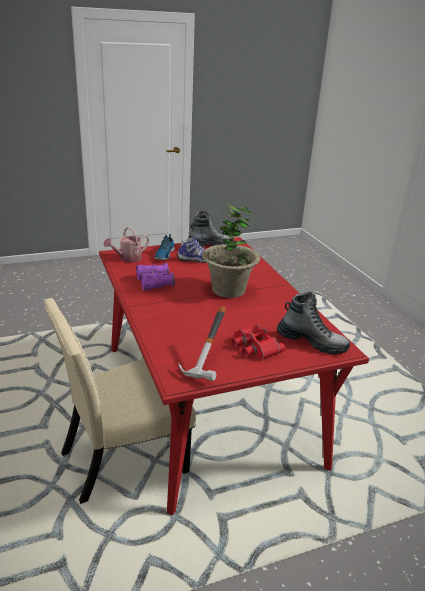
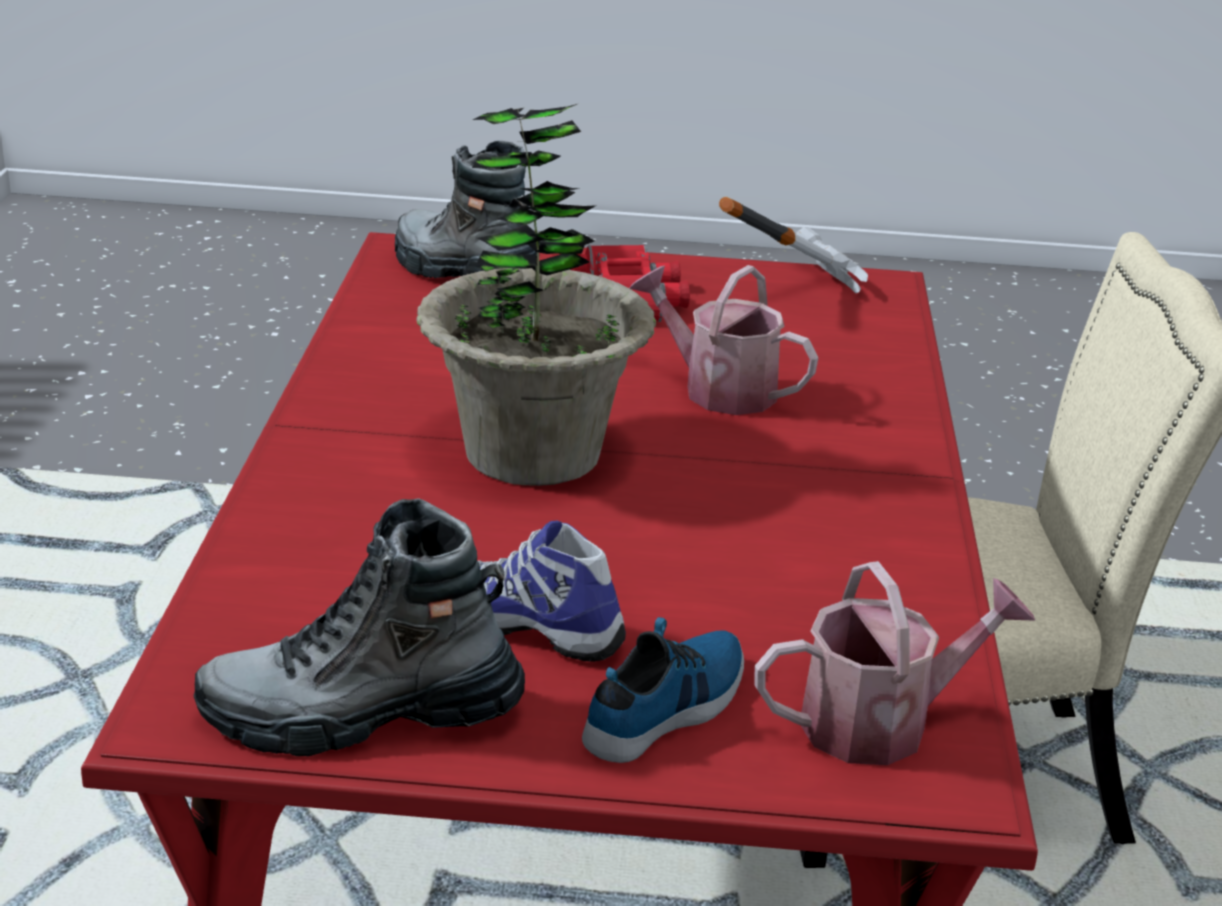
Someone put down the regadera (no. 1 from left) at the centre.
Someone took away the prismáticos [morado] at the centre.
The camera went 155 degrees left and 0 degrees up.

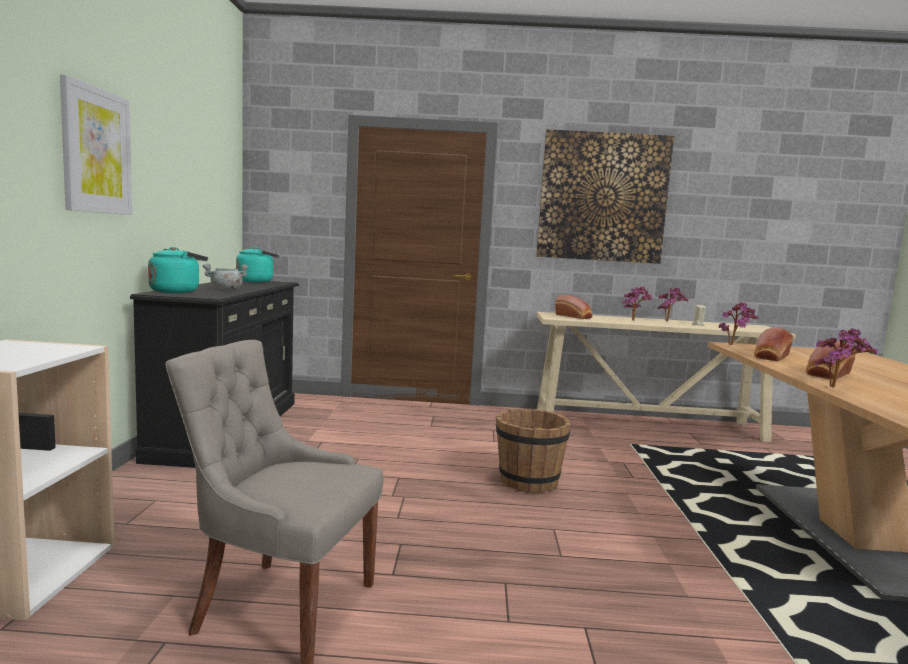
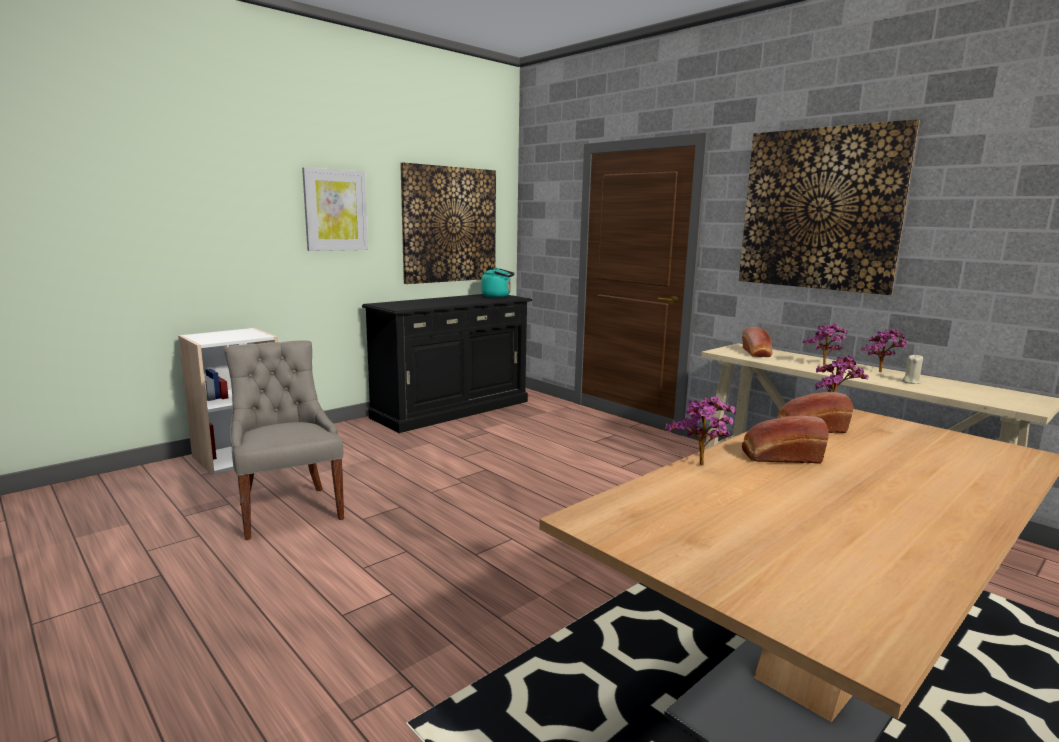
Someone put up the cuadro (no. 2 from left) at the top centre.
Someone took away the hervidor [turquesa] (no. 1 from left) at the middle left.
Someone took away the olla [gris] at the middle left.
Someone took away the cubo [marrón] at the bottom centre.
The camera went 45 degrees right and 5 degrees up.

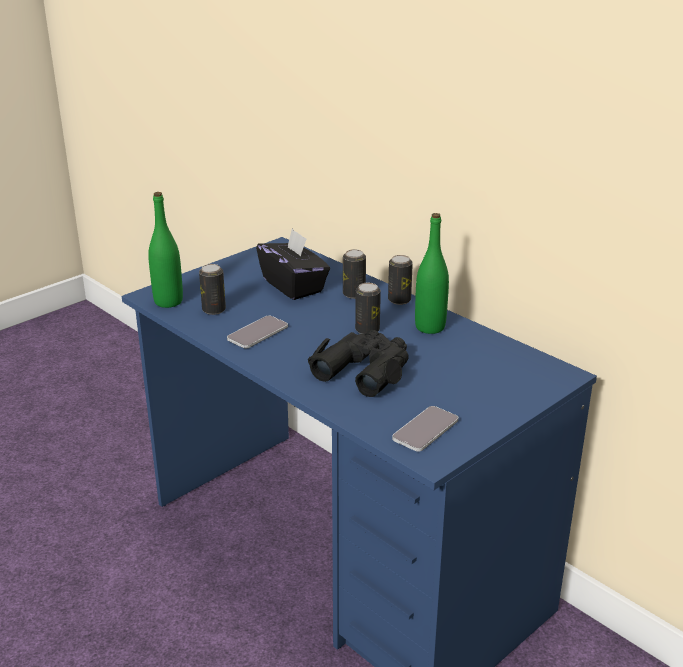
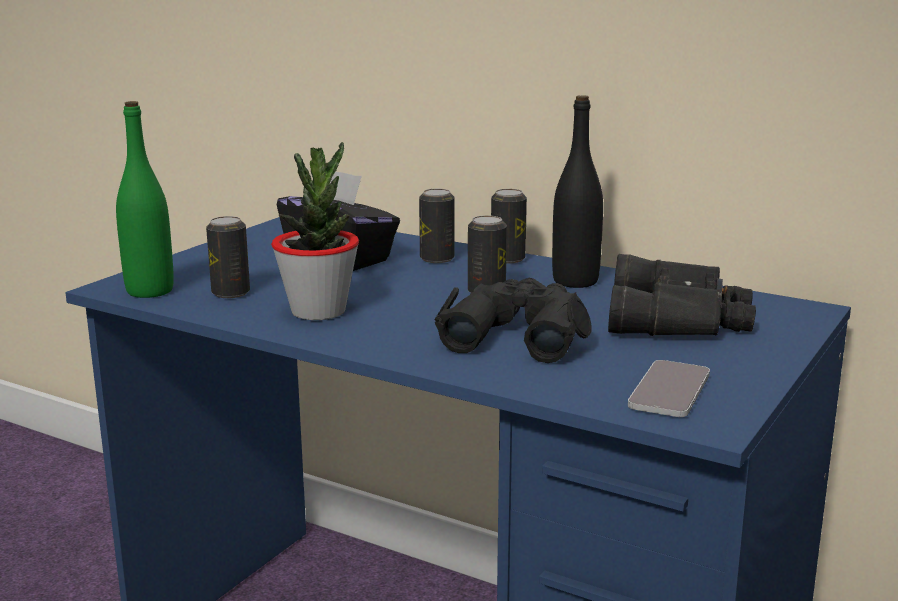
Someone swapped the móvil (no. 1 from left) at the centre for the planta en maceta at the centre.
Someone repainted the botella [verde] (no. 2 from left) at the centre, which became the botella [negro] at the top centre.
Someone put down the prismáticos [negro] (no. 2 from left) at the middle right.
The camera went 15 degrees left and 10 degrees down.

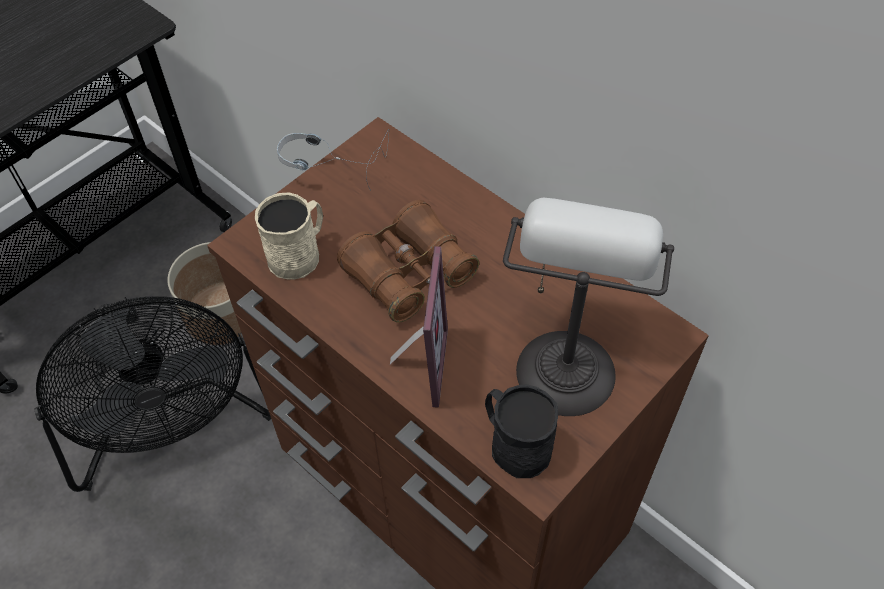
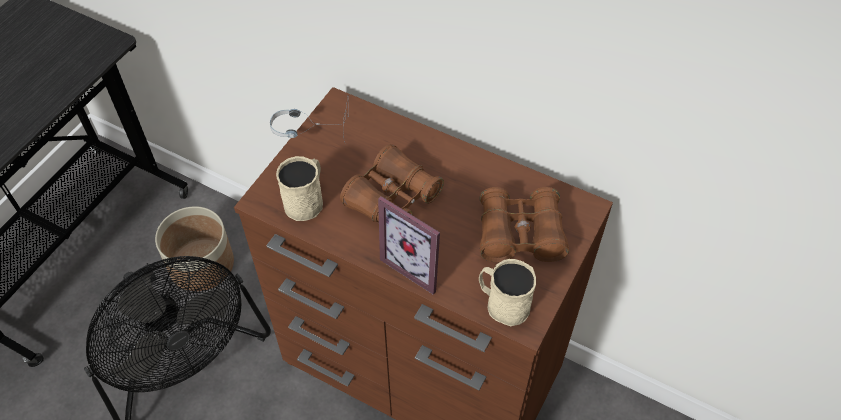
Someone rotated the portarretratos at the centre by 135 degrees clockwise.
Someone swapped the lámpara de mesa at the centre for the prismáticos [marrón] (no. 2 from left) at the centre.
Someone repainted the taza grande [negro] at the bottom centre, which became the taza grande [beis] (no. 2 from left) at the bottom centre.
The camera went 15 degrees left and 0 degrees up.

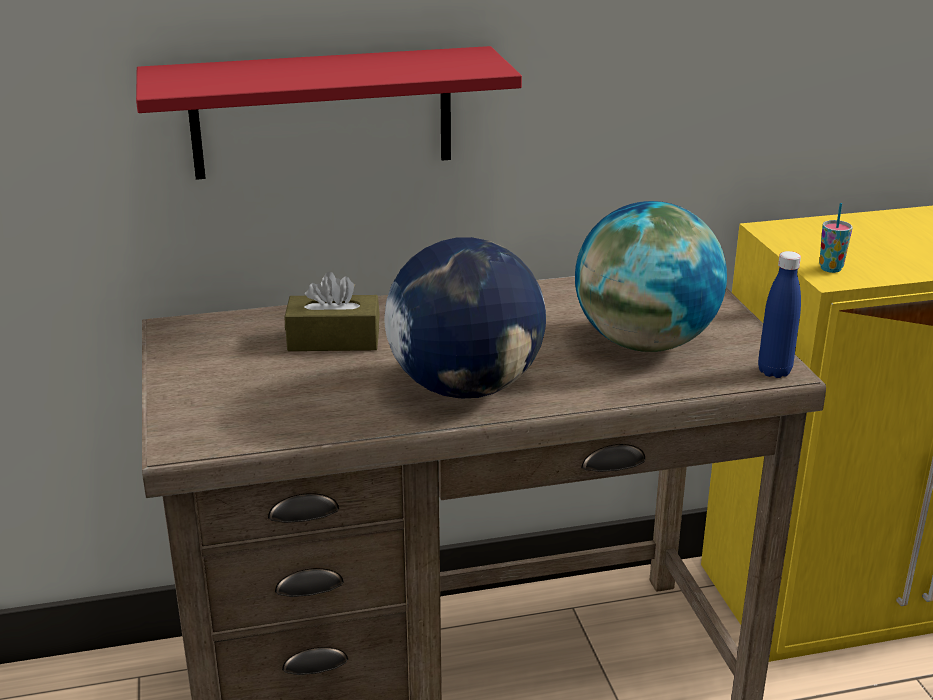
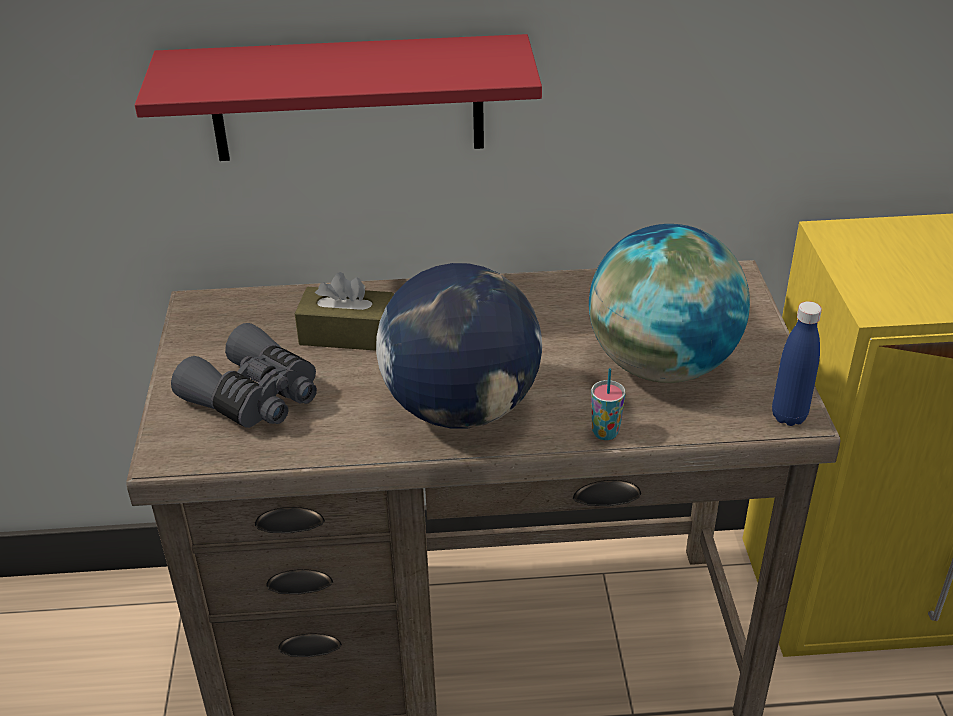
Someone put down the prismáticos [gris] at the middle left.
Someone carried the taza from the middle right to the centre.
The camera went 10 degrees right and 10 degrees up.

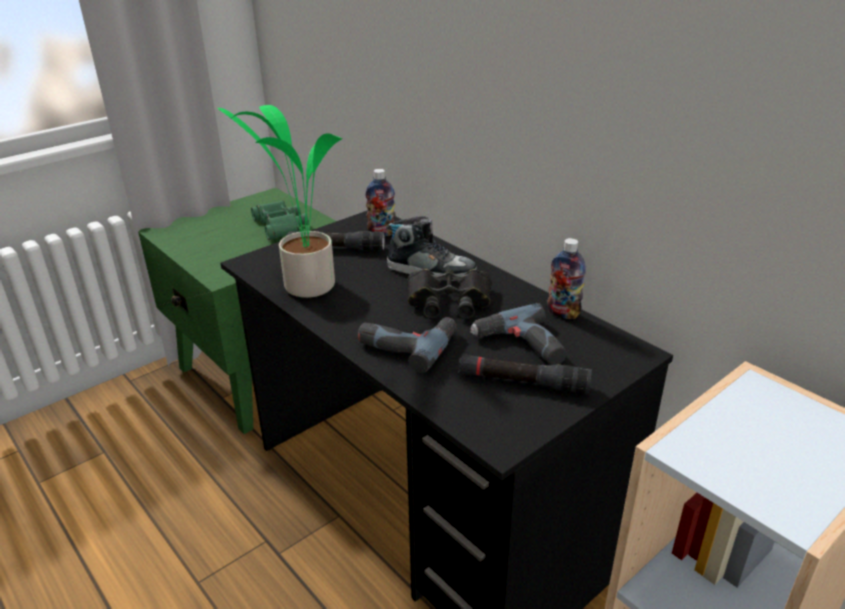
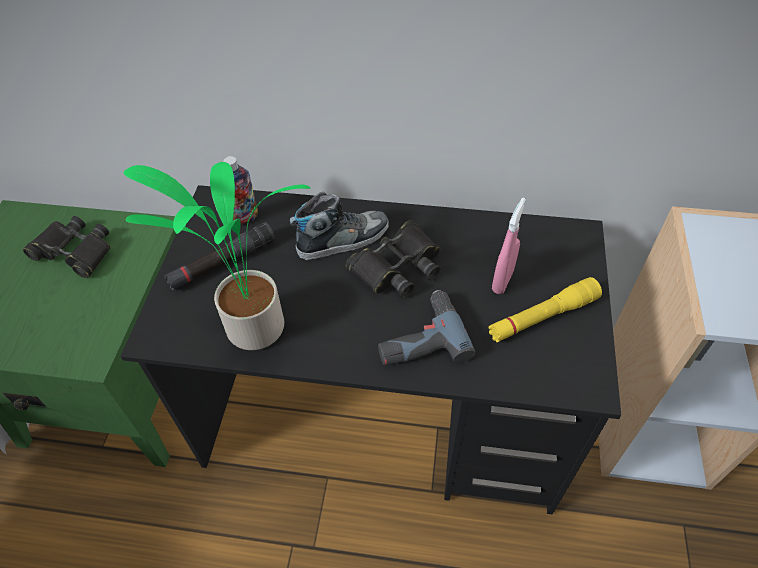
Someone repainted the prismáticos [verde] at the middle left, which became the prismáticos [negro] (no. 1 from left) at the middle left.
Someone repainted the linterna [negro] (no. 2 from left) at the centre, which became the linterna [amarillo] at the middle right.
Someone swapped the taladro (no. 2 from left) at the centre for the pulverizador [rosa] at the middle right.
Someone took away the botella (no. 2 from left) at the middle right.
The camera went 40 degrees left and 20 degrees up.

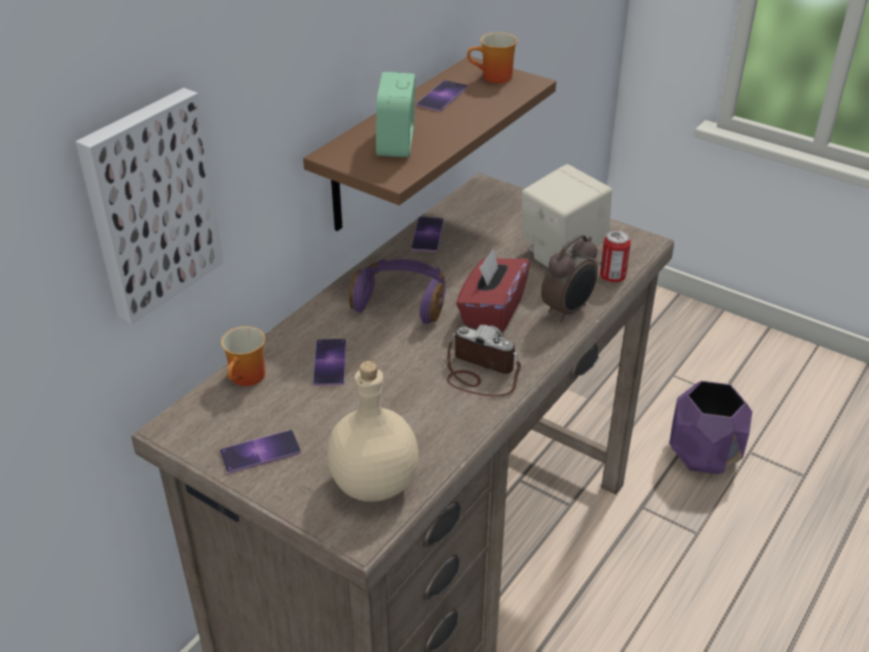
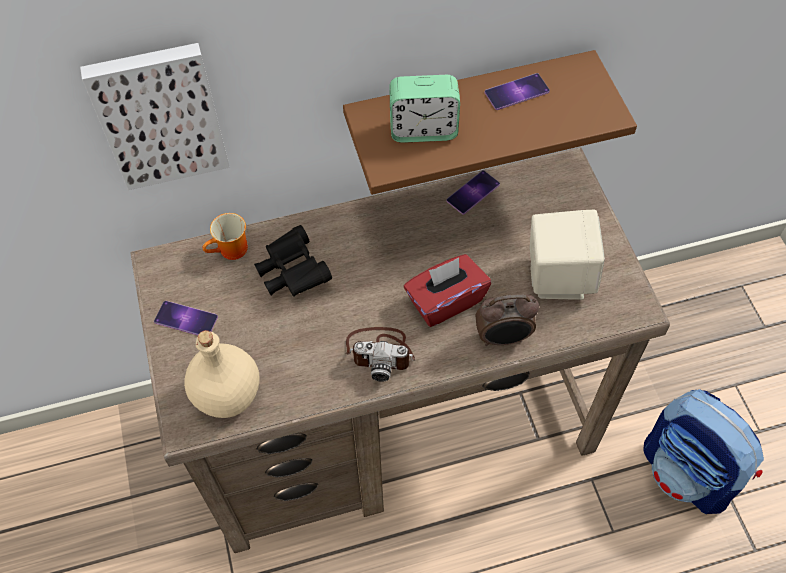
Someone swapped the móvil (no. 2 from left) at the centre for the prismáticos [negro] at the centre.
Someone rotated the cámara at the centre by 120 degrees clockwise.
Someone rotated the despertador (no. 1 from left) at the top centre by 135 degrees counterclockwise.
Someone swapped the maceta [morado] at the middle right for the mochila at the bottom right.
Someone took away the auriculares [morado] at the centre.
Someone took away the taza grande (no. 2 from left) at the top centre.
Someone took away the lata at the middle right.
The camera went 40 degrees right and 20 degrees up.

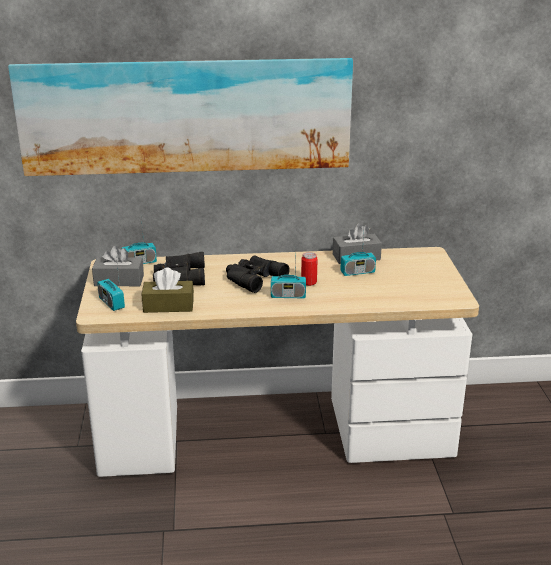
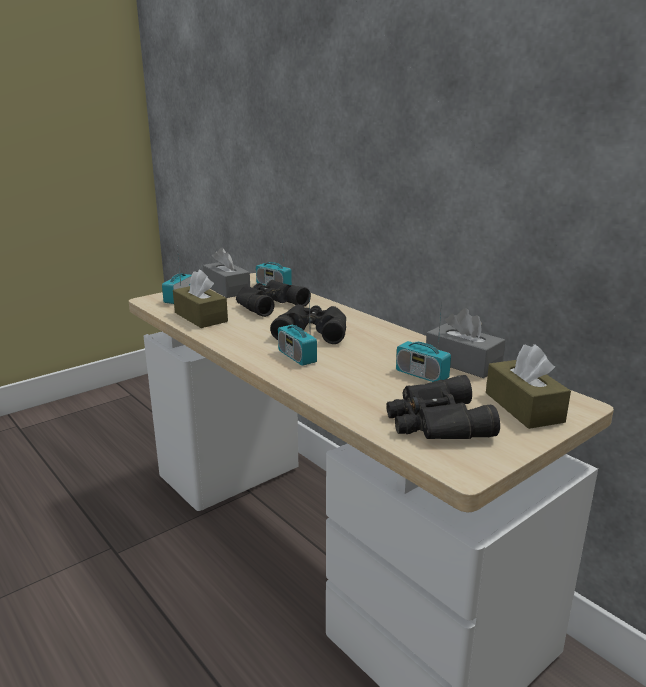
Someone put down the prismáticos [negro] (no. 3 from left) at the middle right.
Someone put down the caja de pañuelos [marrón] (no. 2 from left) at the middle right.
Someone took away the cuadro at the top left.
Someone took away the lata at the centre.
The camera went 55 degrees right and 5 degrees down.

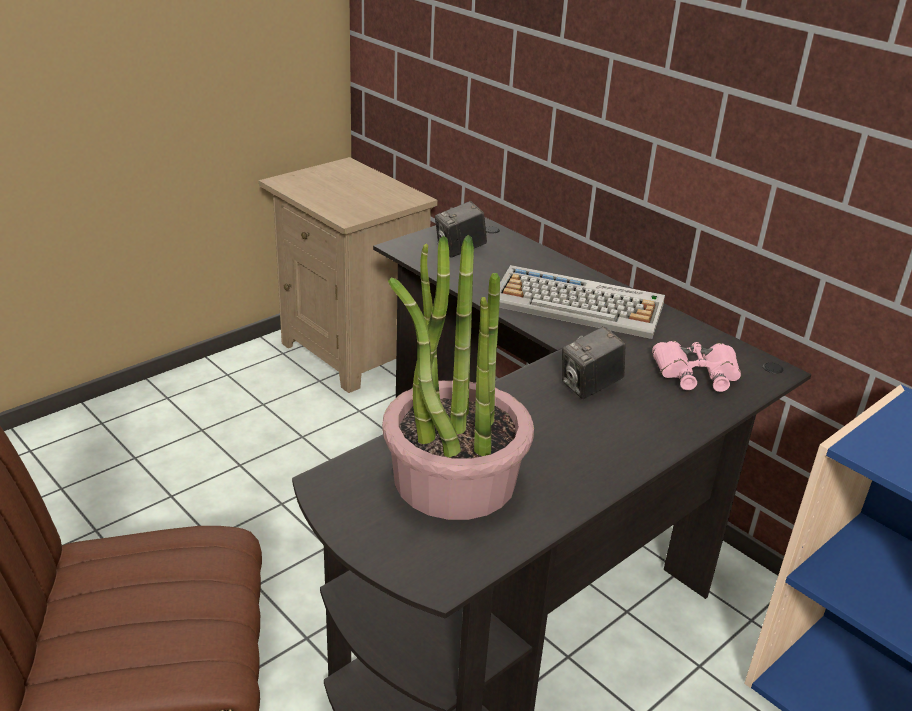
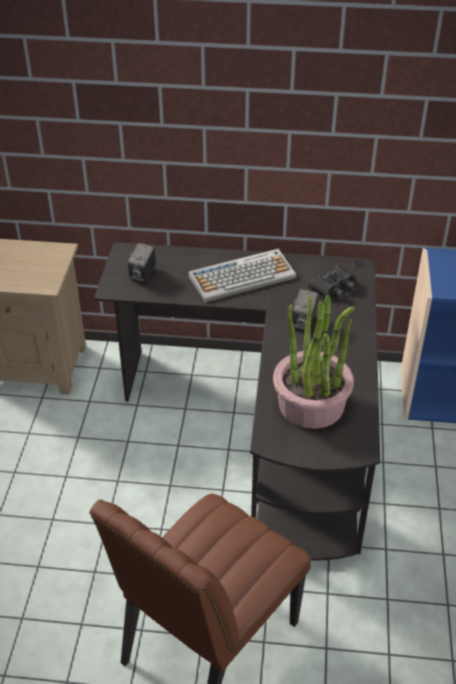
Someone repainted the prismáticos [rosa] at the middle right, which became the prismáticos [negro] at the middle right.
The camera went 40 degrees left and 10 degrees up.

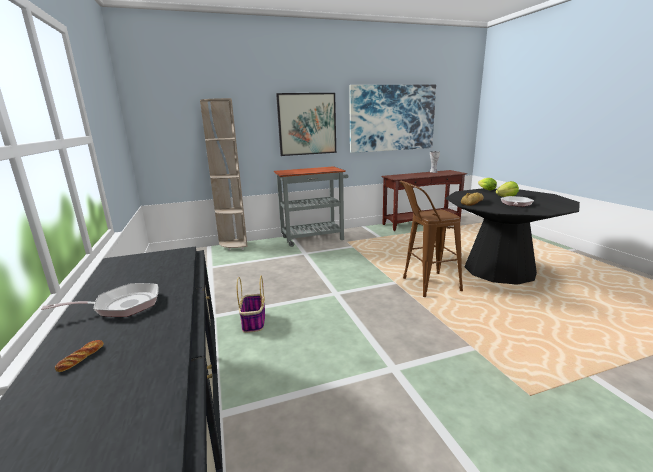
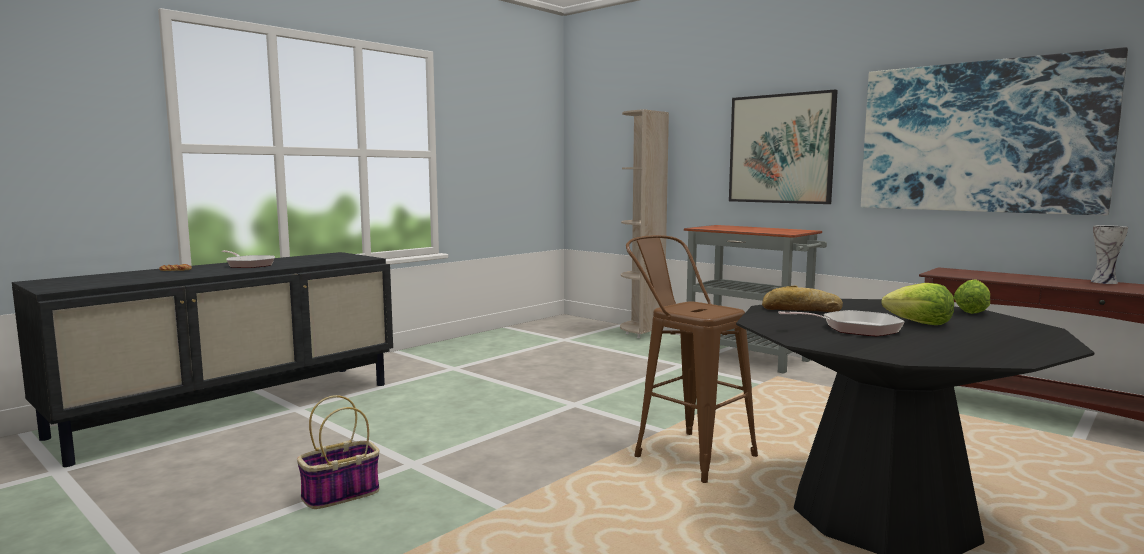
Someone carried the cesta from the centre to the bottom left.
The camera went 60 degrees right and 10 degrees down.

